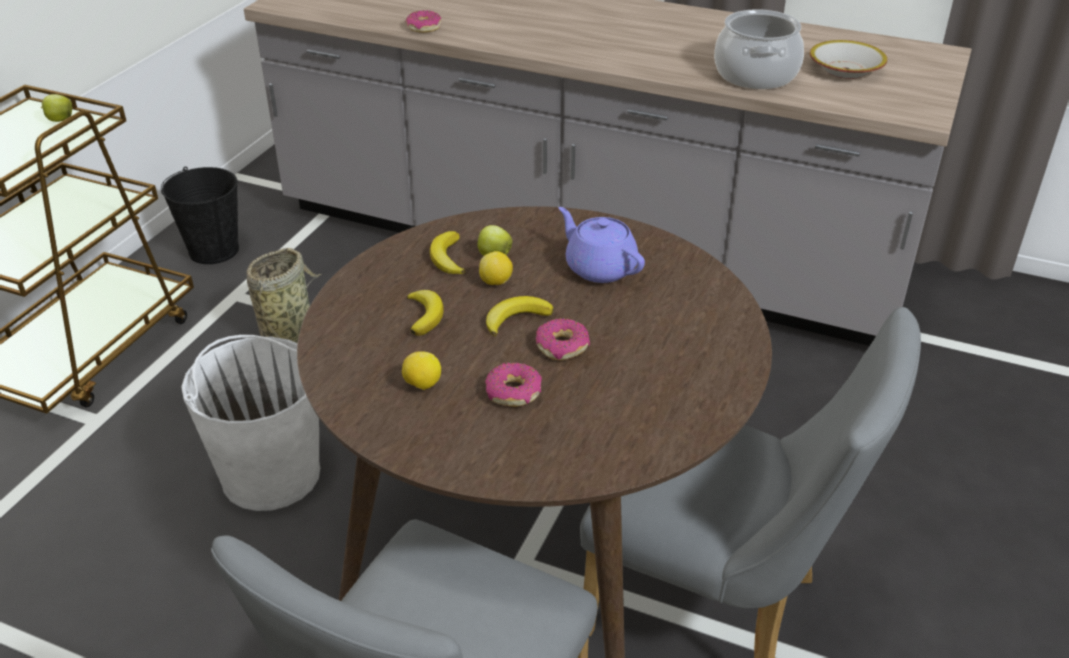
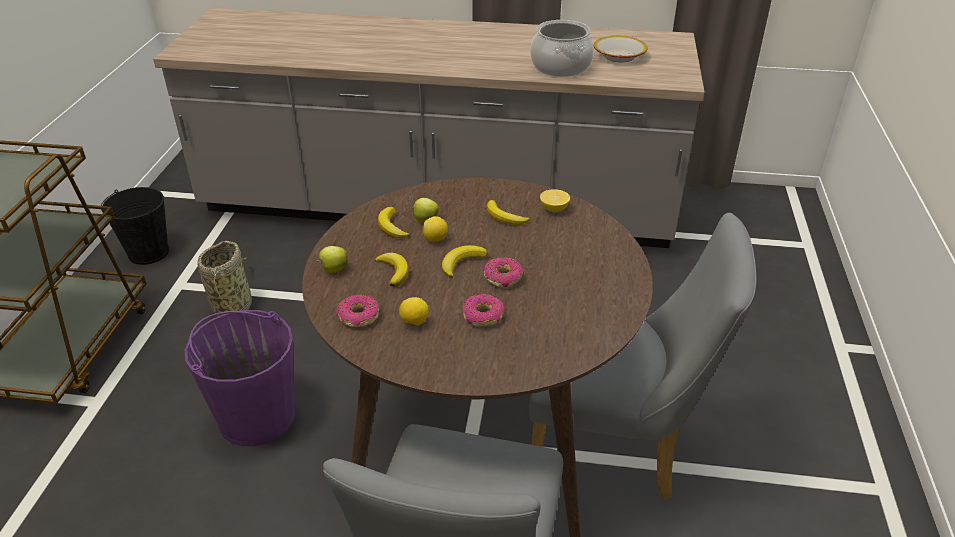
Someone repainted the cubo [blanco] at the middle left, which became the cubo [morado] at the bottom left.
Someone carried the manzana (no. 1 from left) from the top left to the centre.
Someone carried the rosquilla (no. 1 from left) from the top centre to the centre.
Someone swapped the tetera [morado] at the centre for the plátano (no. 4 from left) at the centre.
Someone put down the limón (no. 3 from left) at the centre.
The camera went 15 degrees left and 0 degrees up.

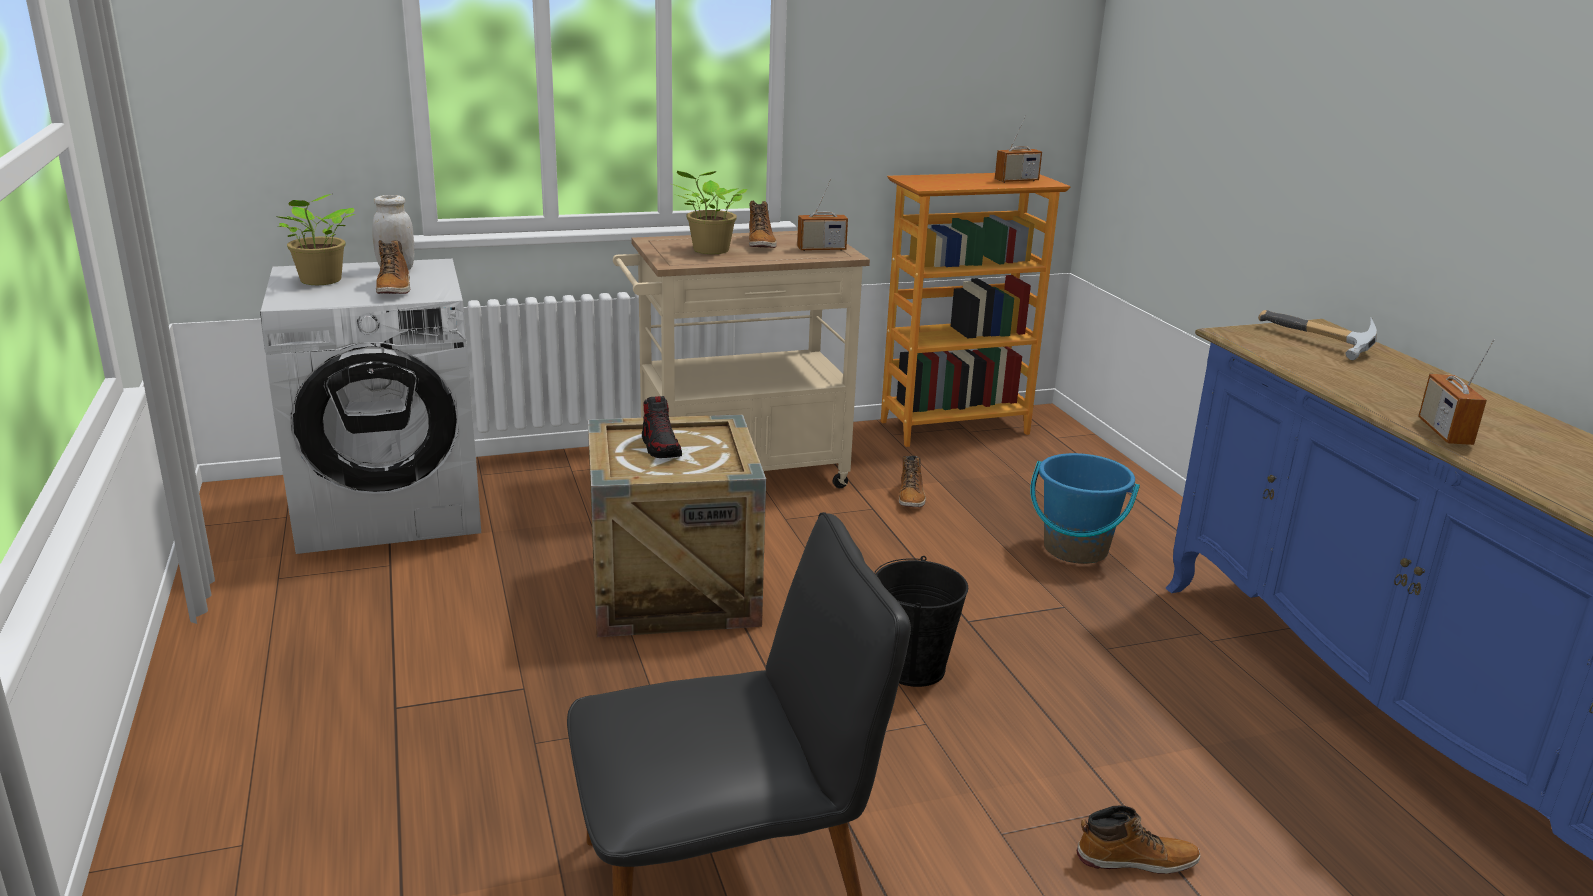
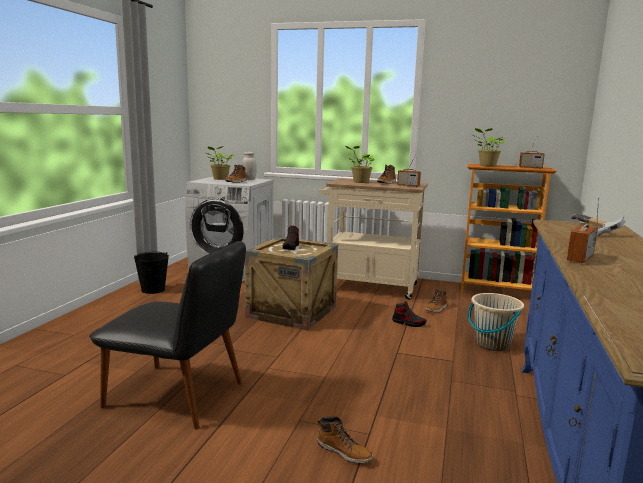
Someone carried the cubo [negro] from the bottom centre to the middle left.
Someone put down the zapato (no. 2 from left) at the centre.
Someone repainted the cubo [azul] at the middle right, which became the cubo [beis] at the bottom right.
Someone put down the planta en maceta (no. 3 from left) at the top right.
The camera went 35 degrees right and 10 degrees down.

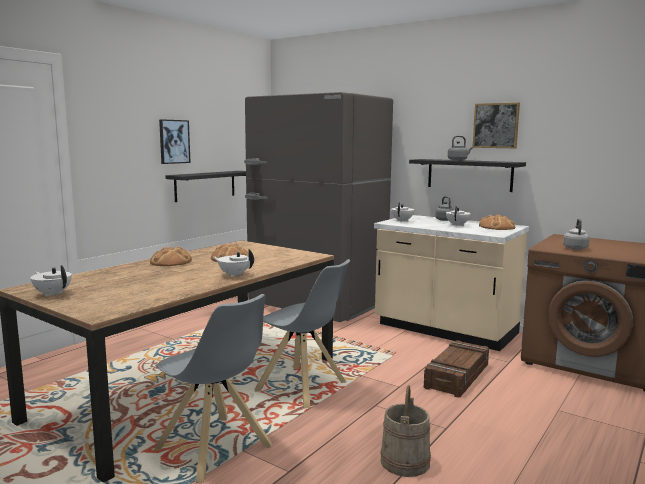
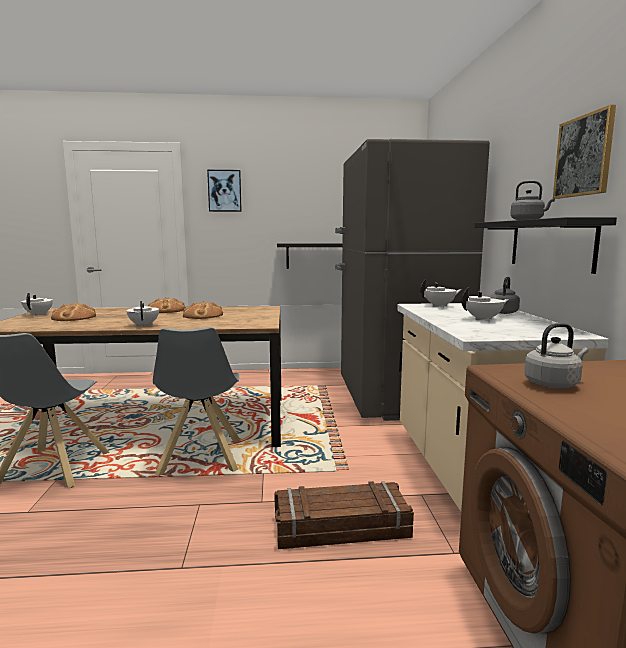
Someone carried the pan (no. 3 from left in the first image) from the middle right to the middle left.
Someone carried the cuadro (no. 1 from left) from the top left to the top centre.
Someone took away the cubo [beis] at the bottom centre.
The camera went 50 degrees right and 0 degrees up.

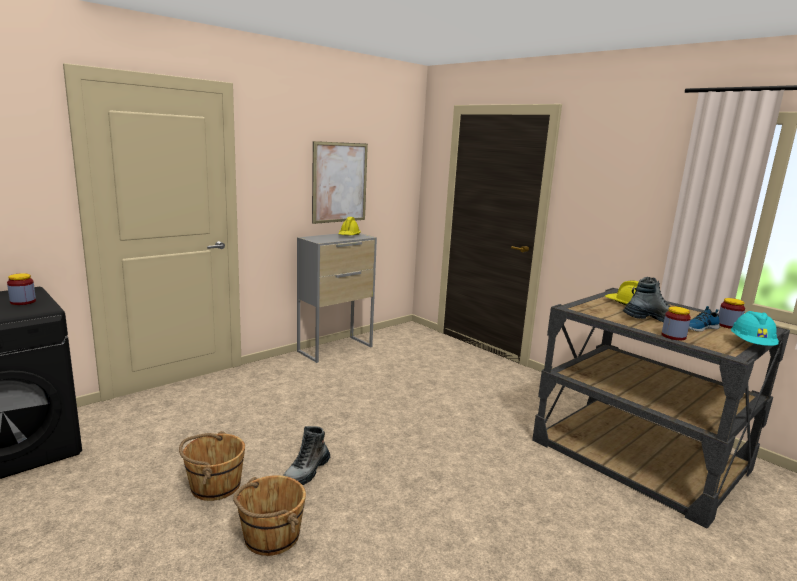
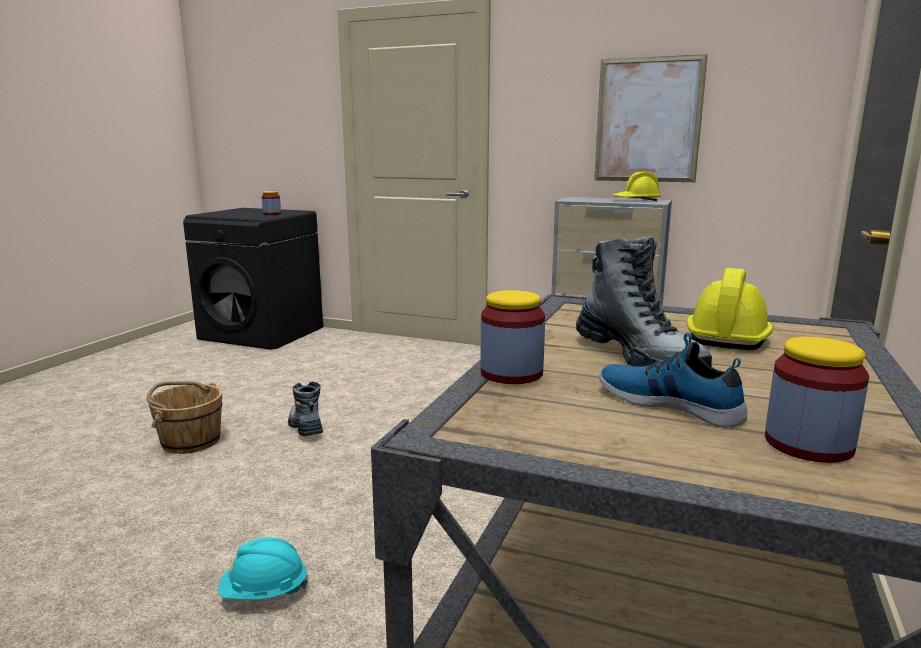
Someone carried the casco [turquesa] from the middle right to the bottom left.
Someone rotated the bota (no. 1 from left) at the bottom centre by 60 degrees clockwise.
Someone took away the cubo [marrón] (no. 1 from left) at the bottom left.
The camera went 65 degrees right and 0 degrees up.

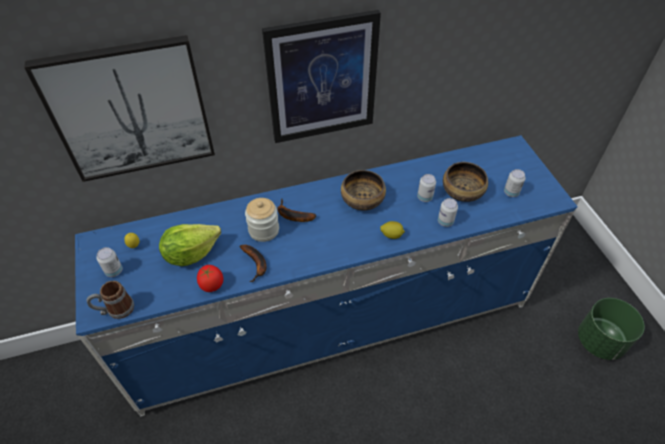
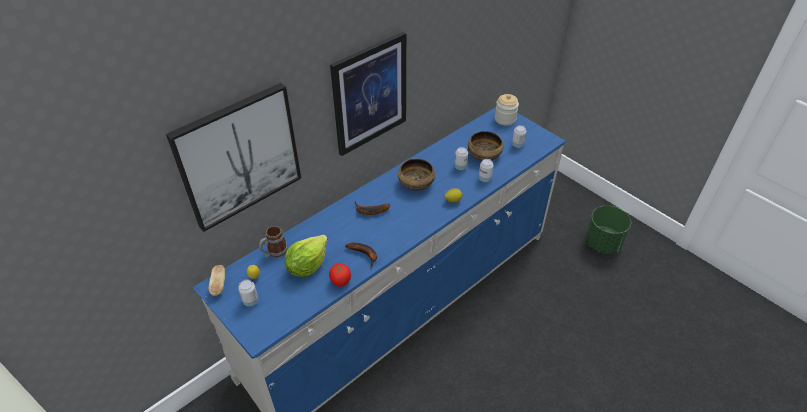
Someone put down the pan at the bottom left.
Someone carried the taza grande from the bottom left to the centre.
Someone carried the tarro from the centre to the top centre.
The camera went 25 degrees left and 5 degrees down.

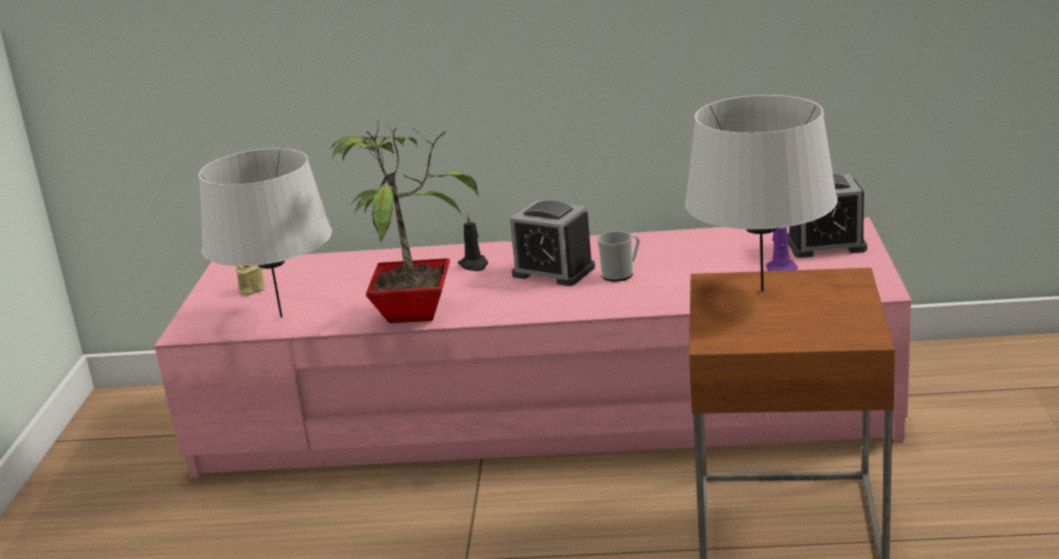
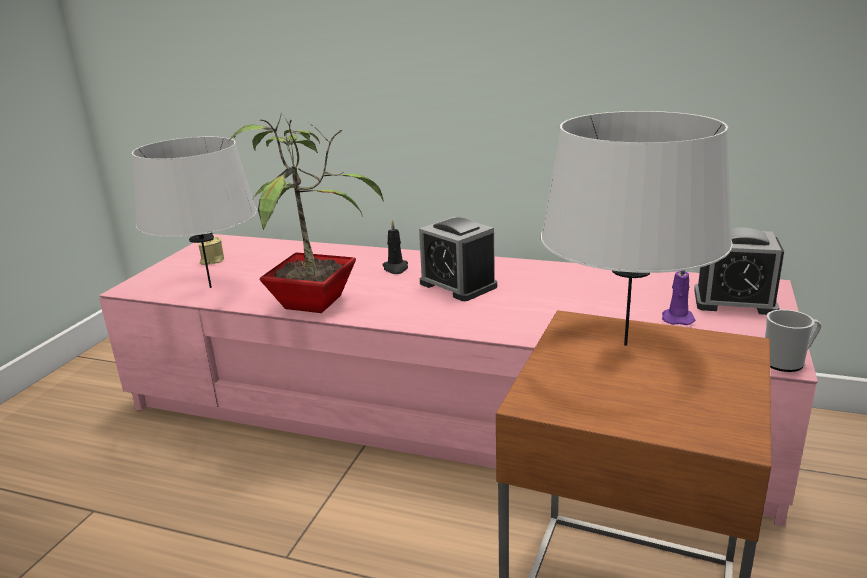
Someone carried the taza grande from the centre to the middle right.
The camera went 15 degrees right and 0 degrees up.

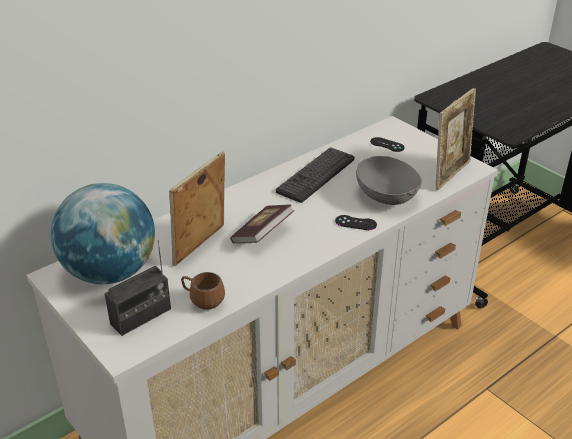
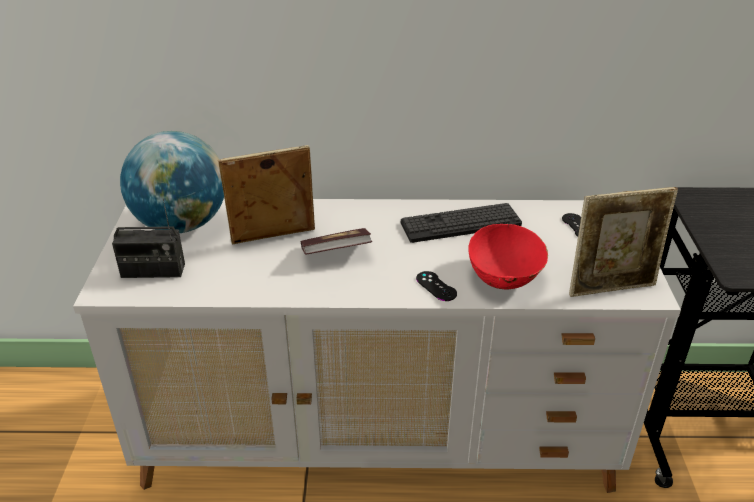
Someone repainted the cuenco [gris] at the middle right, which became the cuenco [rojo] at the middle right.
Someone took away the taza grande [marrón] at the centre.
The camera went 40 degrees right and 0 degrees up.

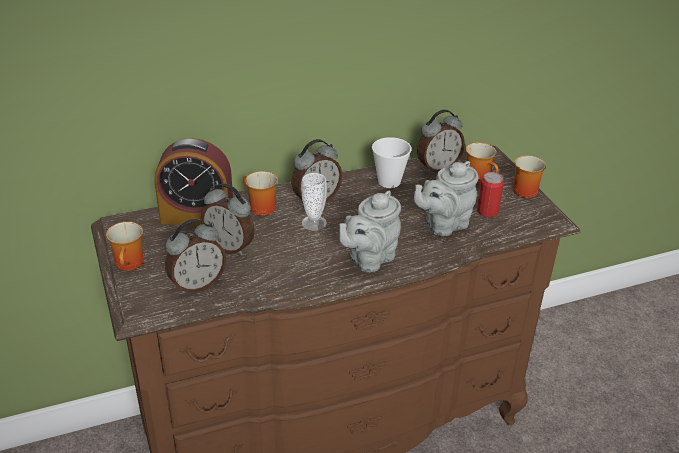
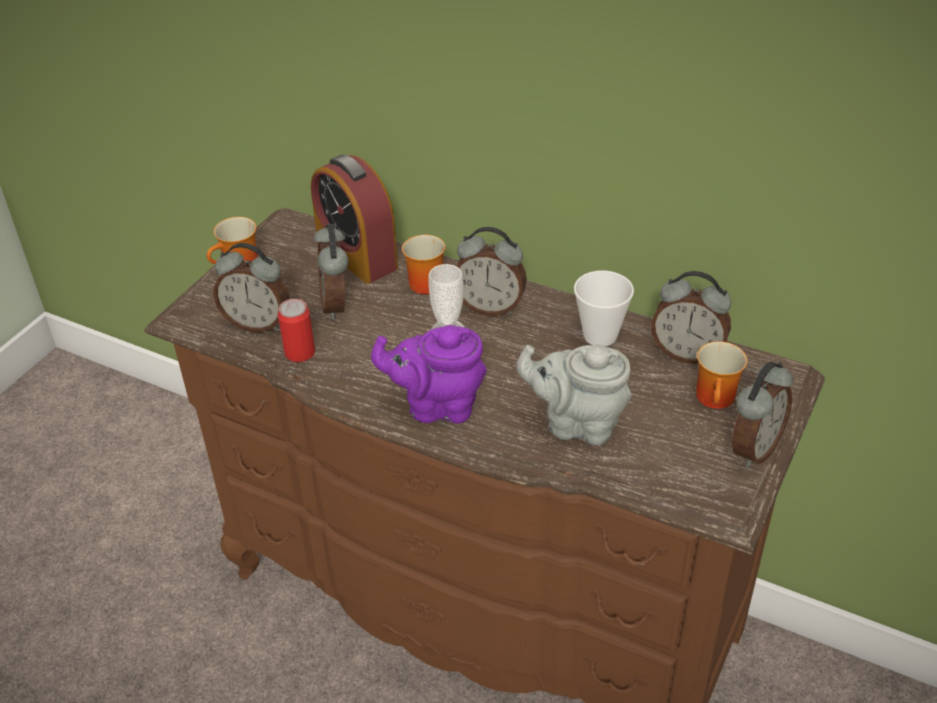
Someone carried the lata from the middle right to the middle left.
Someone repainted the tetera [gris] (no. 1 from left) at the centre, which became the tetera [morado] at the centre.
Someone swapped the taza grande (no. 4 from left) at the middle right for the despertador (no. 6 from left) at the middle right.
The camera went 50 degrees right and 5 degrees up.

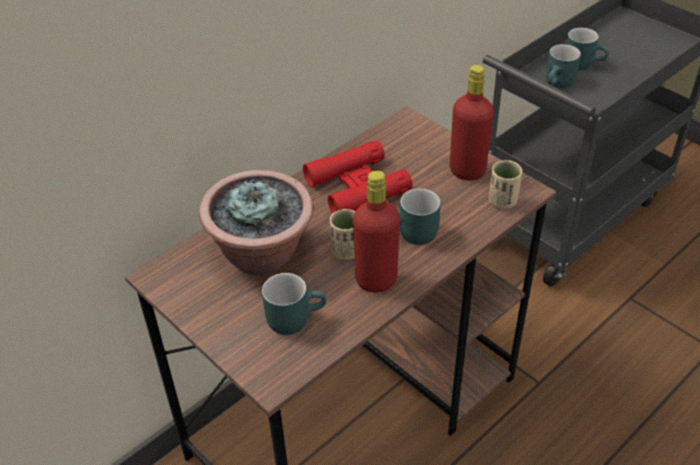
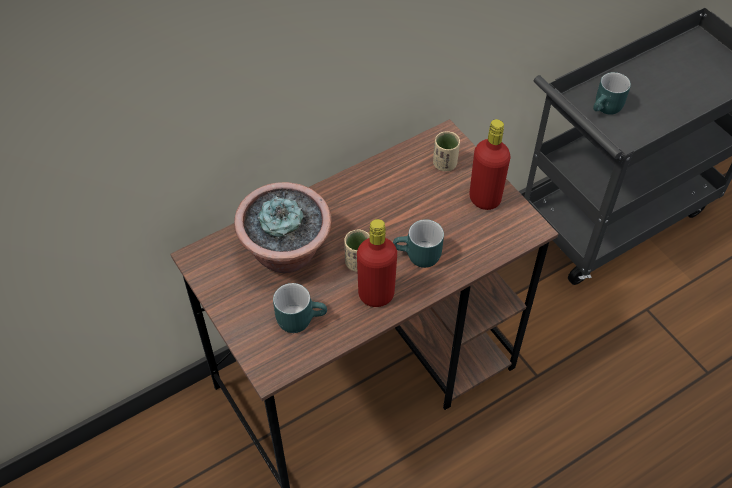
Someone carried the taza [beis] (no. 2 from left) from the middle right to the top centre.
Someone took away the prismáticos [rojo] at the centre.
Someone took away the taza grande [turquesa] (no. 4 from left) at the top right.
The camera went 10 degrees right and 10 degrees up.

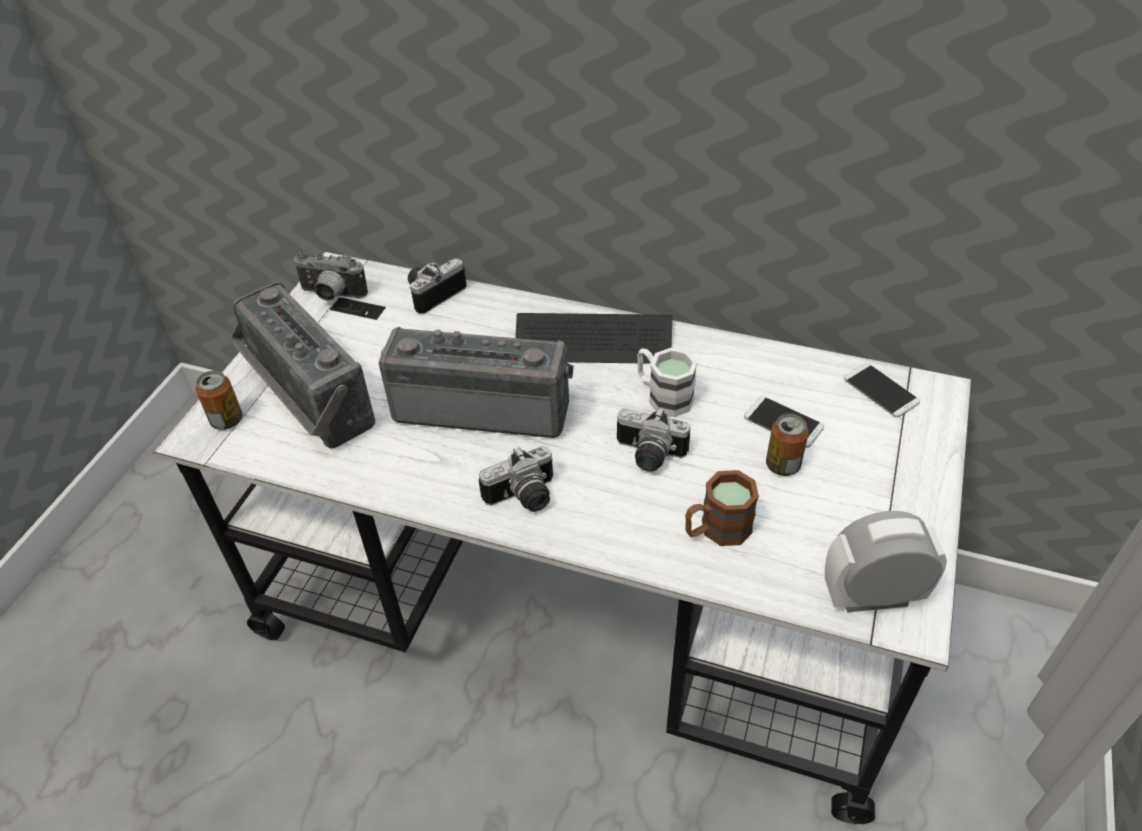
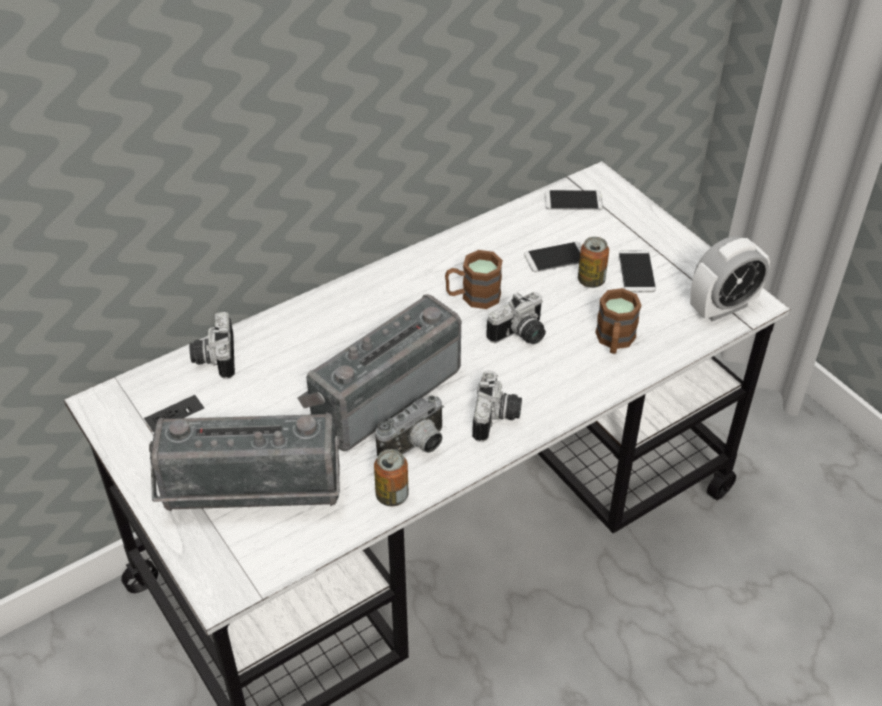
Someone carried the lata (no. 1 from left) from the middle left to the bottom centre.
Someone carried the cámara (no. 1 from left in the first image) from the top left to the centre.
Someone repainted the taza grande [blanco] at the centre, which became the taza grande [marrón] (no. 1 from left) at the centre.
Someone put down the móvil (no. 3 from left) at the middle right.
Someone rotated the despertador at the bottom right by 150 degrees counterclockwise.
Someone took away the teclado at the centre.
The camera went 55 degrees left and 0 degrees up.

